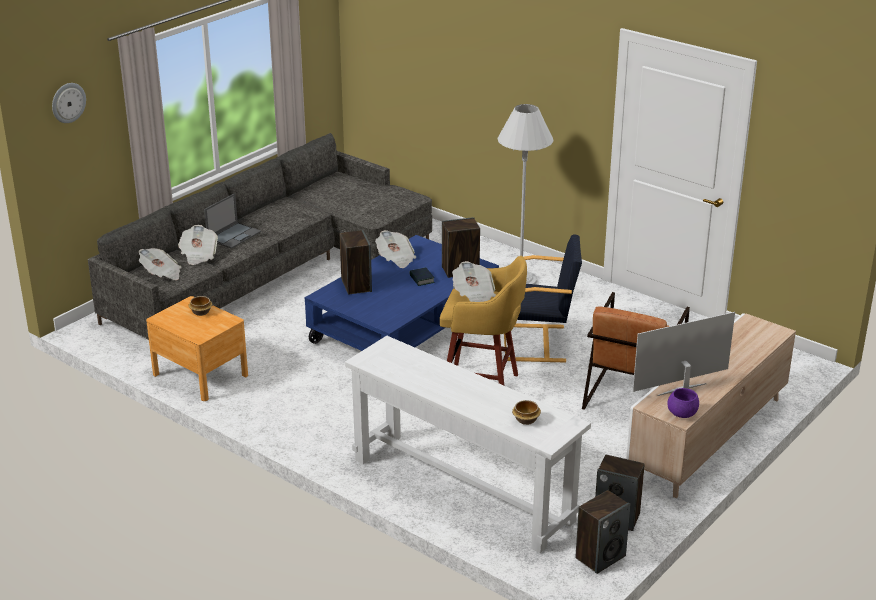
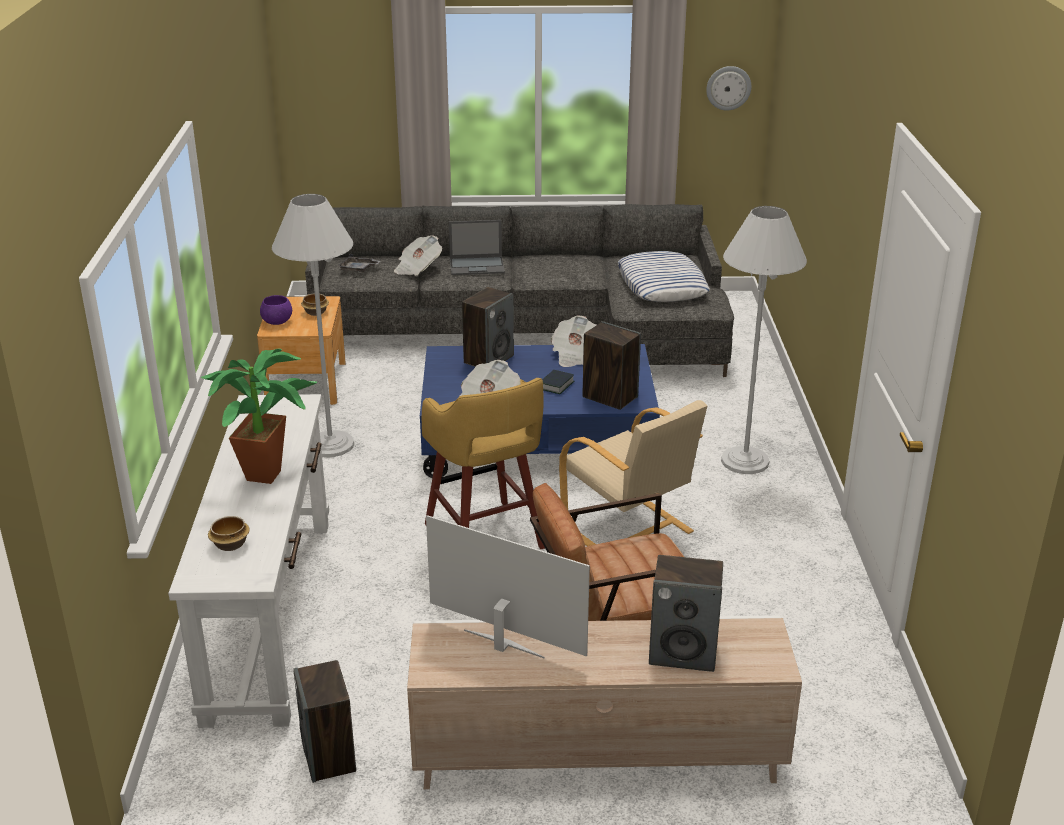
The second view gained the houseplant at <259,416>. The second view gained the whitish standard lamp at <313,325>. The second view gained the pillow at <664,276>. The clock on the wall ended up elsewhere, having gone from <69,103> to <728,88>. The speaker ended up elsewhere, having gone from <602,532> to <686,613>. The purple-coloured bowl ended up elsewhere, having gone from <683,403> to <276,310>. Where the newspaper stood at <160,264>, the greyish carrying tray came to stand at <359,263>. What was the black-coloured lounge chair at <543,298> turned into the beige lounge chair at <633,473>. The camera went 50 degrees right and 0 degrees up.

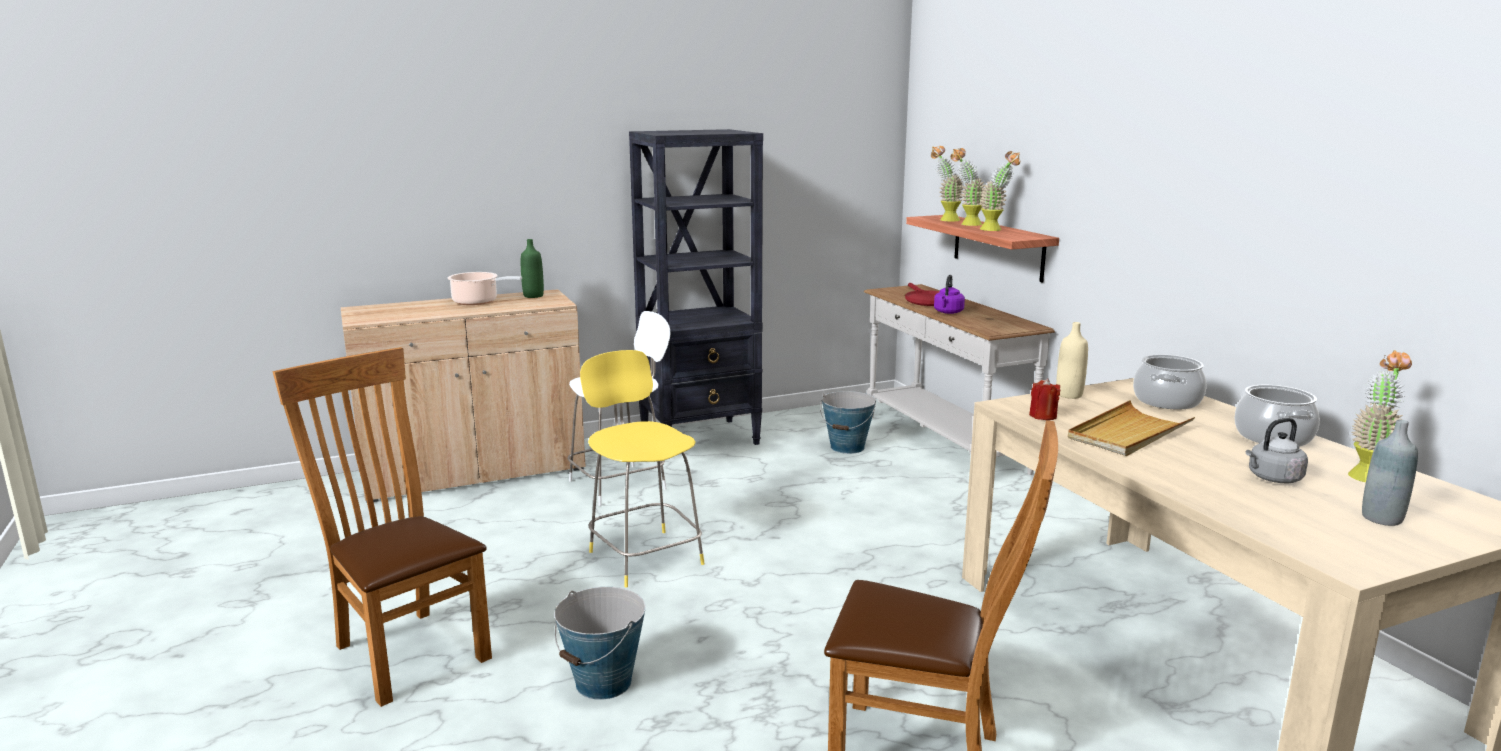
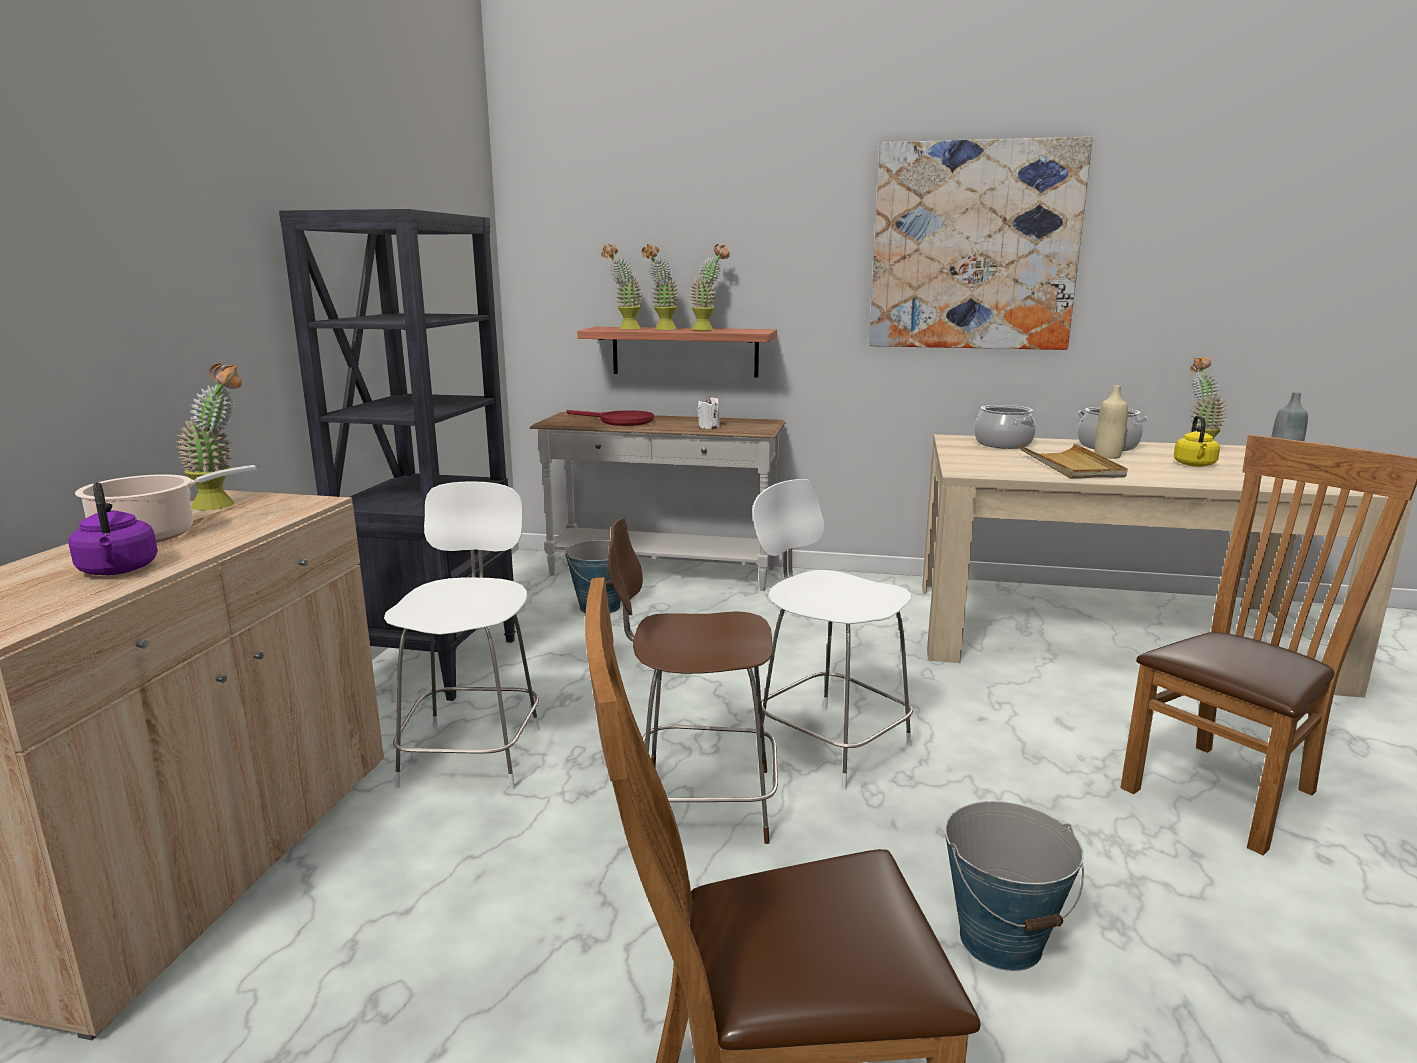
The second view lost the red candle at <1045,399>. The second view gained the whitish candle at <708,412>. The second view gained the whitish sitting stool at <832,634>. The second view gained the wall art at <981,243>. The purple-coloured tea kettle ended up elsewhere, having gone from <949,294> to <113,528>. The beige bottle ended up elsewhere, having gone from <1072,360> to <1111,422>. Where the green-coloured bottle stood at <532,268>, the houseplant came to stand at <209,437>. What was the yellow sitting stool at <642,469> turned into the brown-coloured sitting stool at <693,681>. What was the greyish tea kettle at <1277,450> turned into the yellow tea kettle at <1197,441>. The camera went 55 degrees left and 0 degrees up.

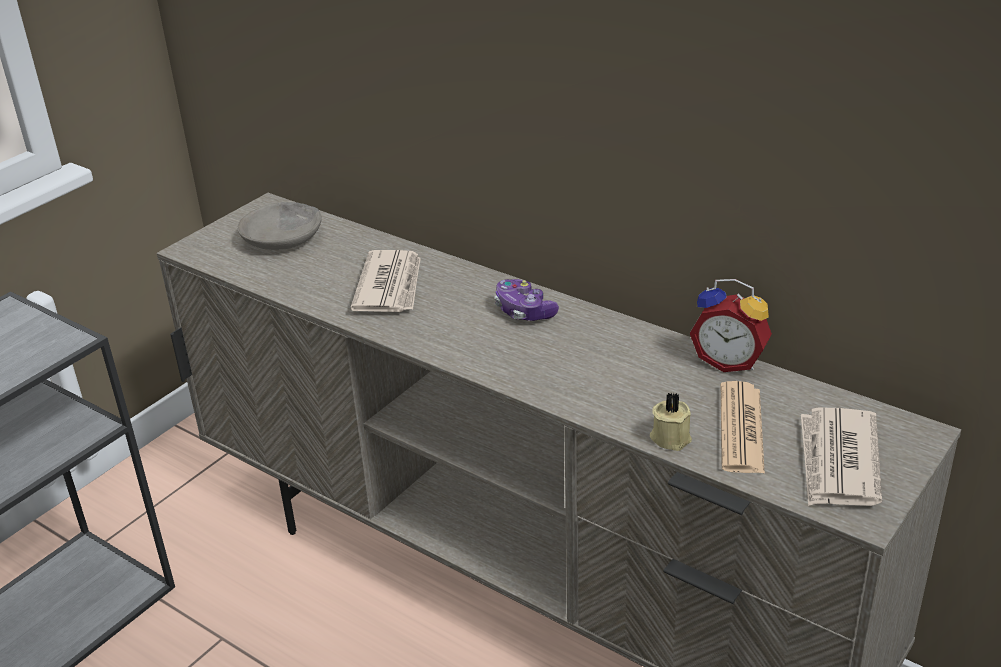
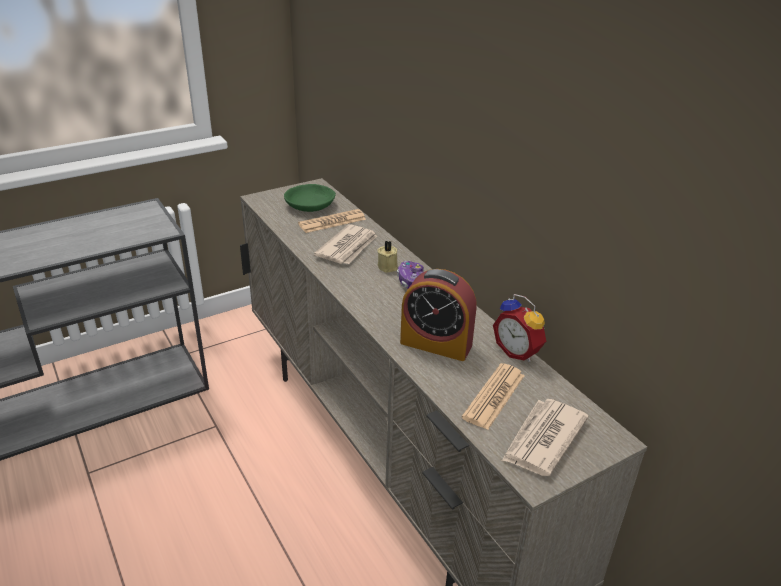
The second view gained the newspaper at <332,221>. The second view gained the table clock at <438,315>. The beige candle ended up elsewhere, having gone from <671,422> to <387,257>. What was the greyish bowl at <279,226> turned into the green-coloured bowl at <310,198>. The camera went 20 degrees right and 0 degrees up.

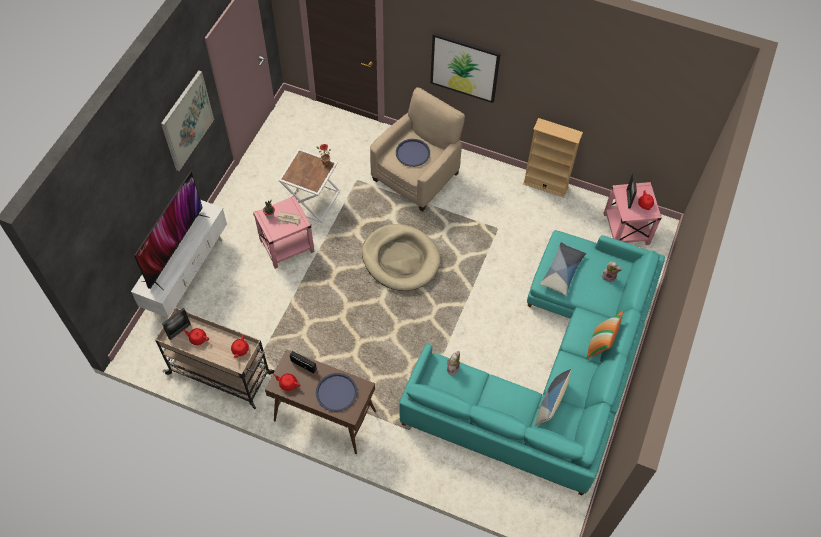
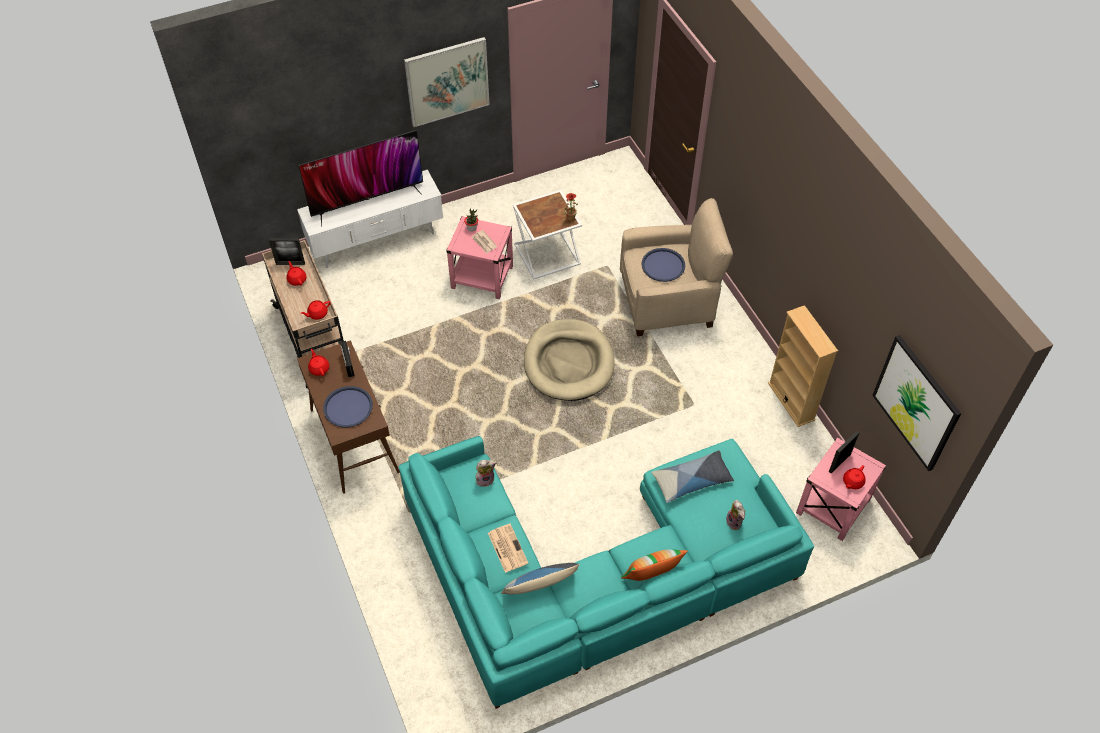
The second view gained the newspaper at <508,548>. The wall art ended up elsewhere, having gone from <465,68> to <916,403>. The camera went 45 degrees right and 5 degrees down.

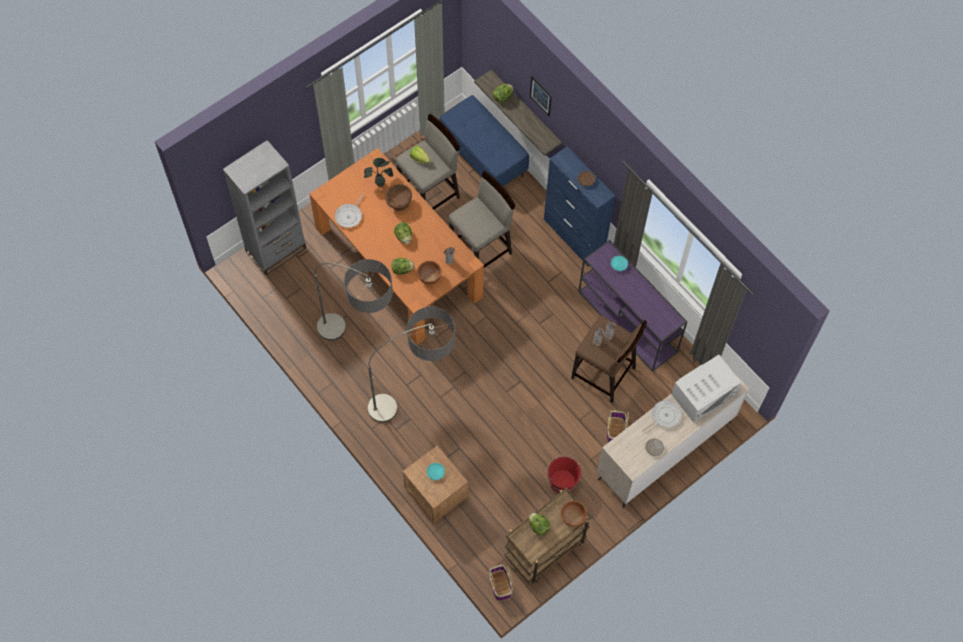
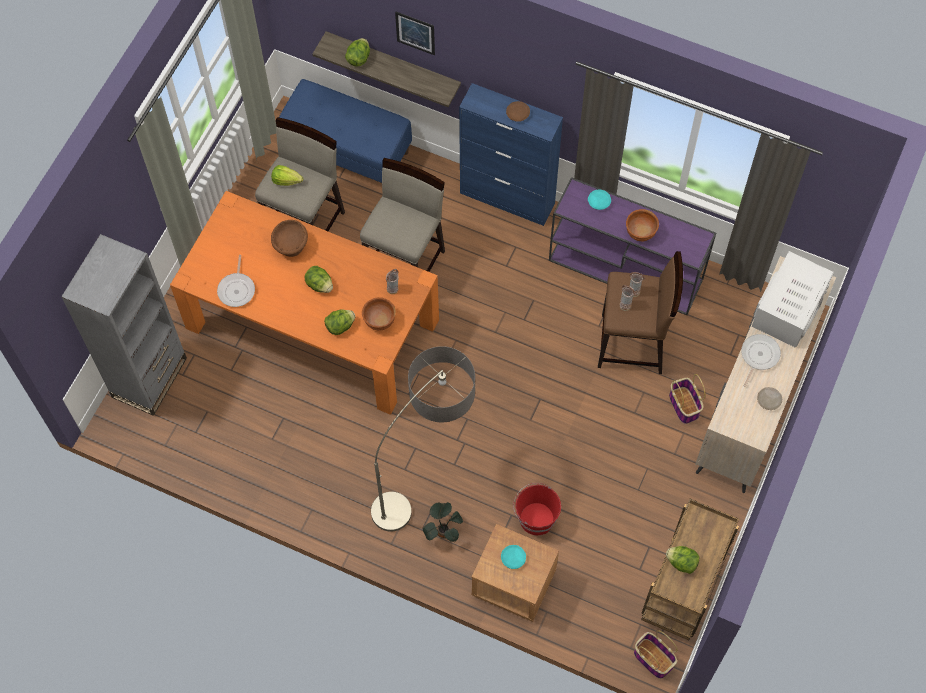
The second view lost the standard lamp at <353,300>. The houseplant ended up elsewhere, having gone from <378,172> to <443,522>. The red pail ended up elsewhere, having gone from <563,474> to <537,509>. The brown-coloured bowl ended up elsewhere, having gone from <574,513> to <642,225>. The camera went 25 degrees left and 0 degrees up.

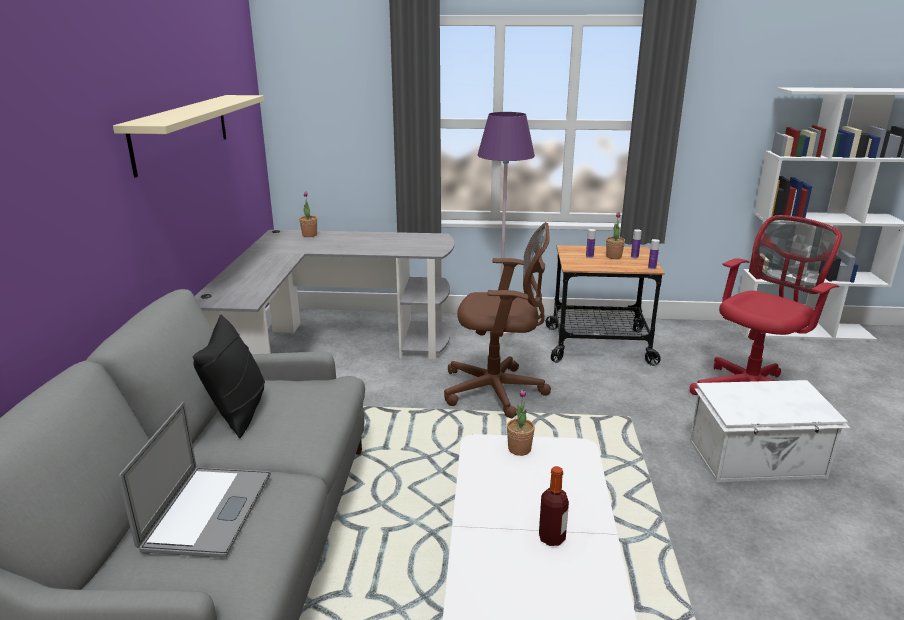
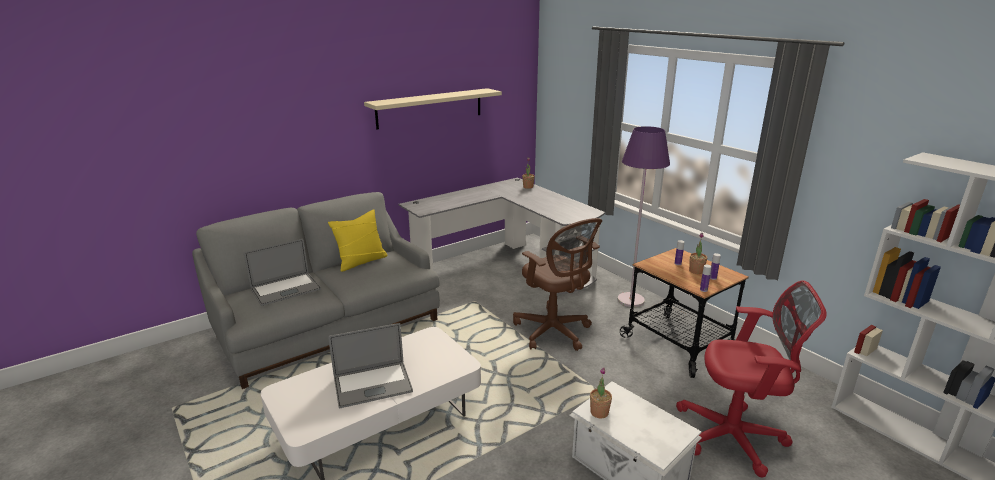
The houseplant ended up elsewhere, having gone from <521,422> to <601,393>. Where the bottle stood at <554,506>, the notebook computer came to stand at <370,366>. What was the black-coloured pillow at <229,376> turned into the yellow pillow at <358,241>. The camera went 50 degrees right and 0 degrees up.

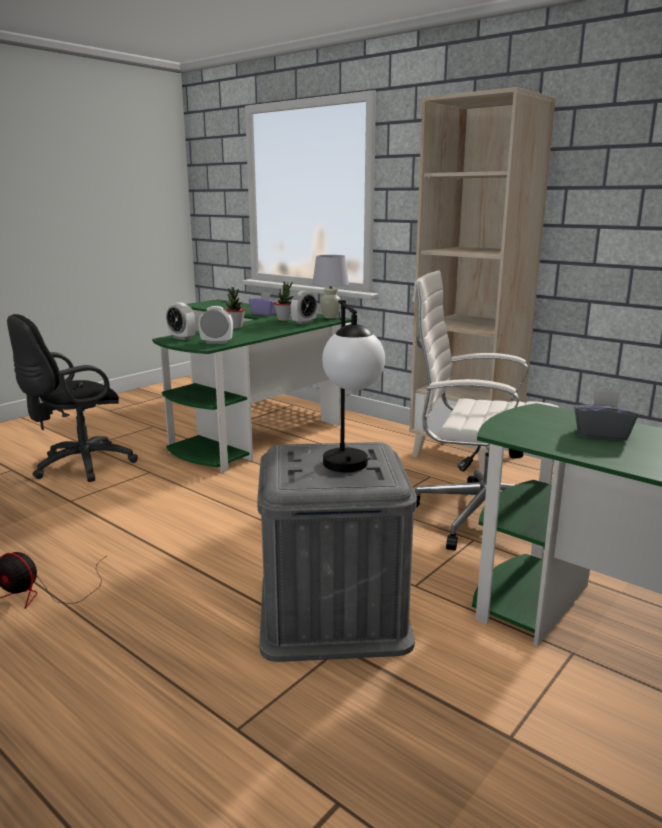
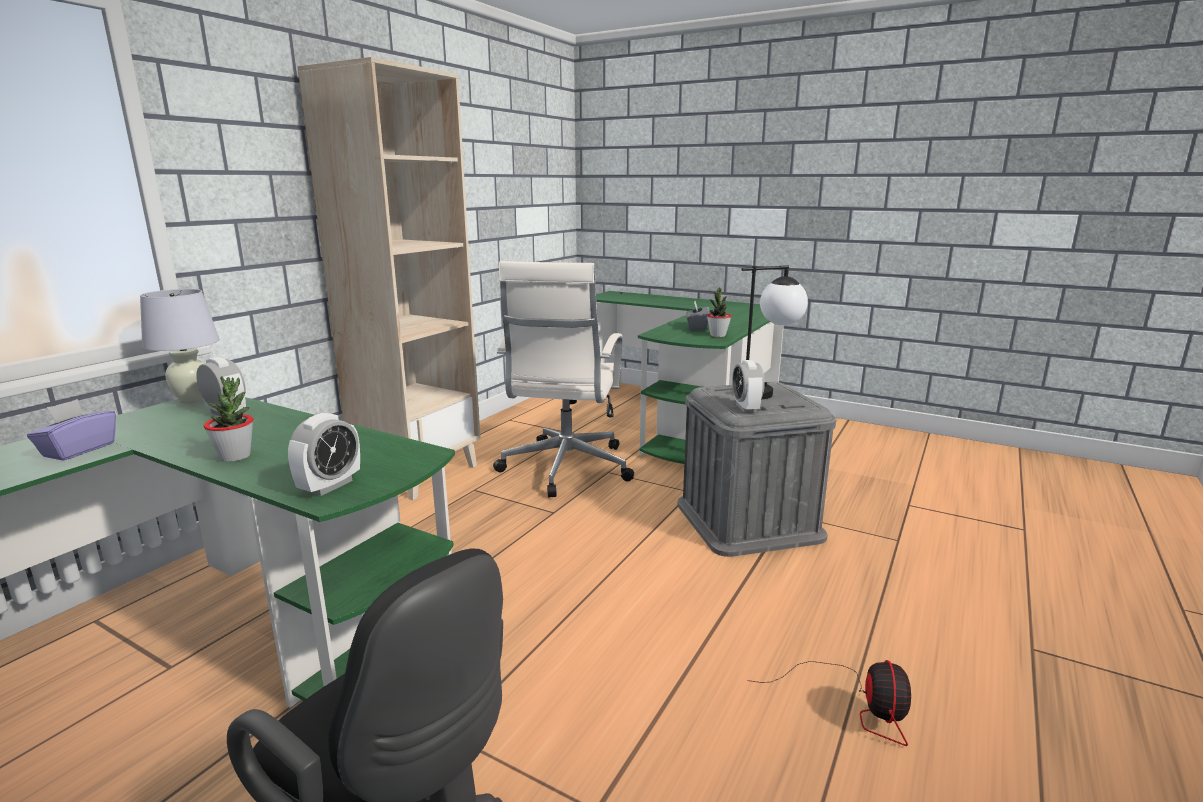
The table clock ended up elsewhere, having gone from <215,325> to <748,386>. The houseplant ended up elsewhere, having gone from <283,301> to <719,312>. The camera went 100 degrees left and 0 degrees up.

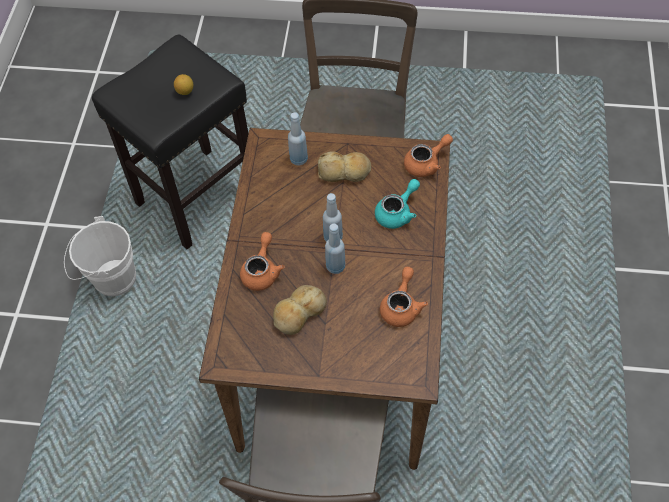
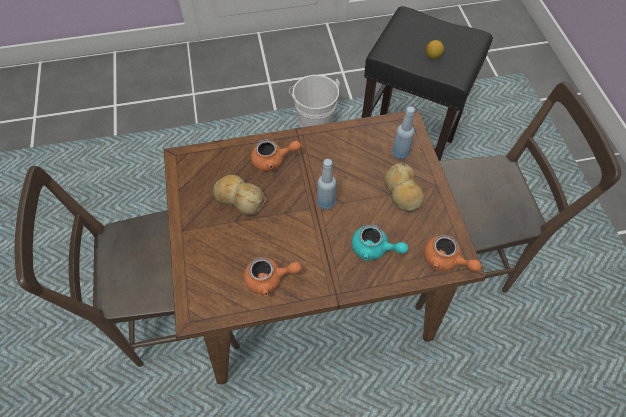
The second view lost the blue-coloured bottle at <335,248>. The camera went 70 degrees right and 0 degrees up.

